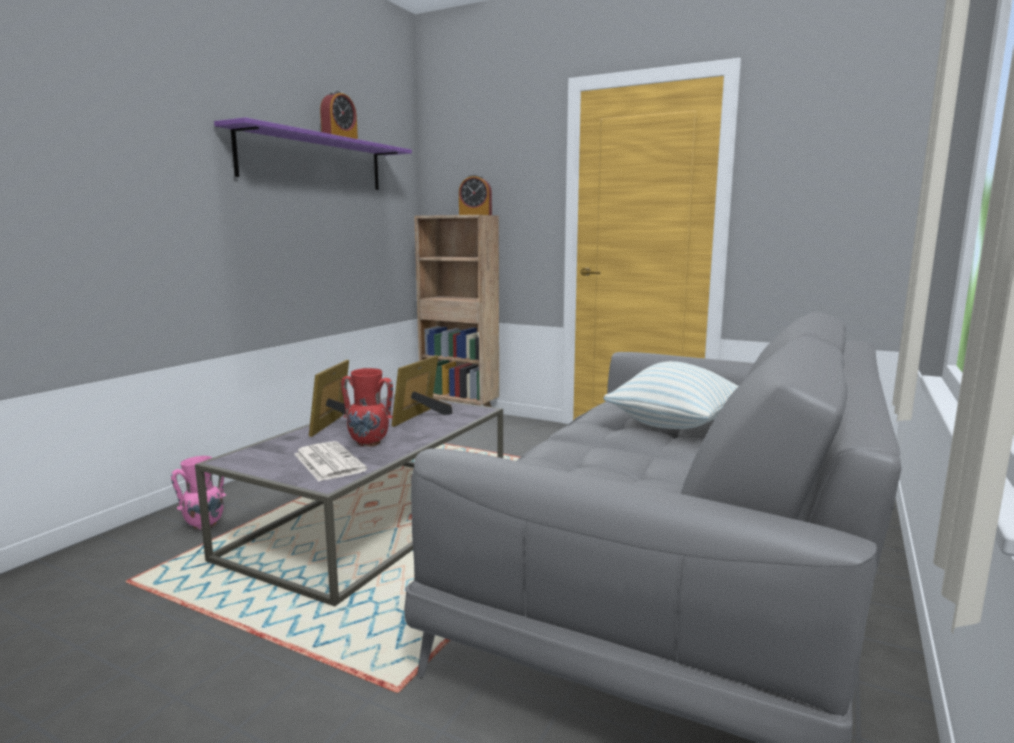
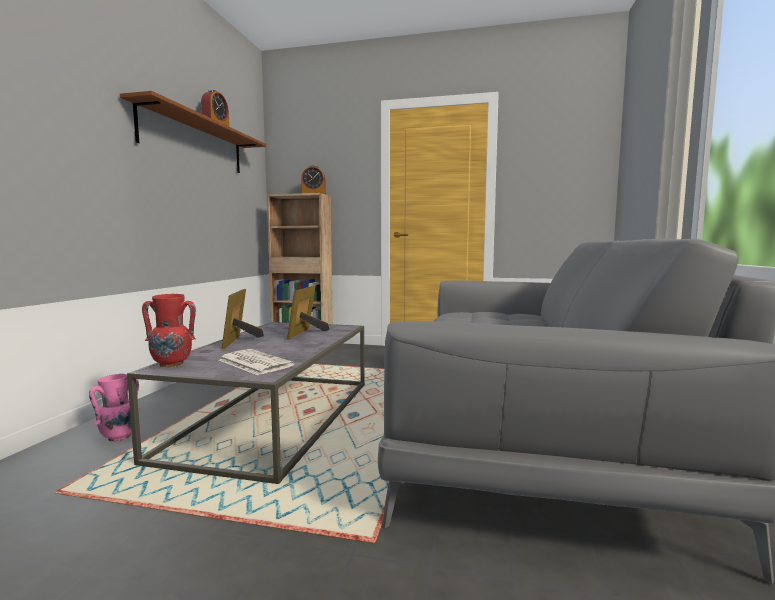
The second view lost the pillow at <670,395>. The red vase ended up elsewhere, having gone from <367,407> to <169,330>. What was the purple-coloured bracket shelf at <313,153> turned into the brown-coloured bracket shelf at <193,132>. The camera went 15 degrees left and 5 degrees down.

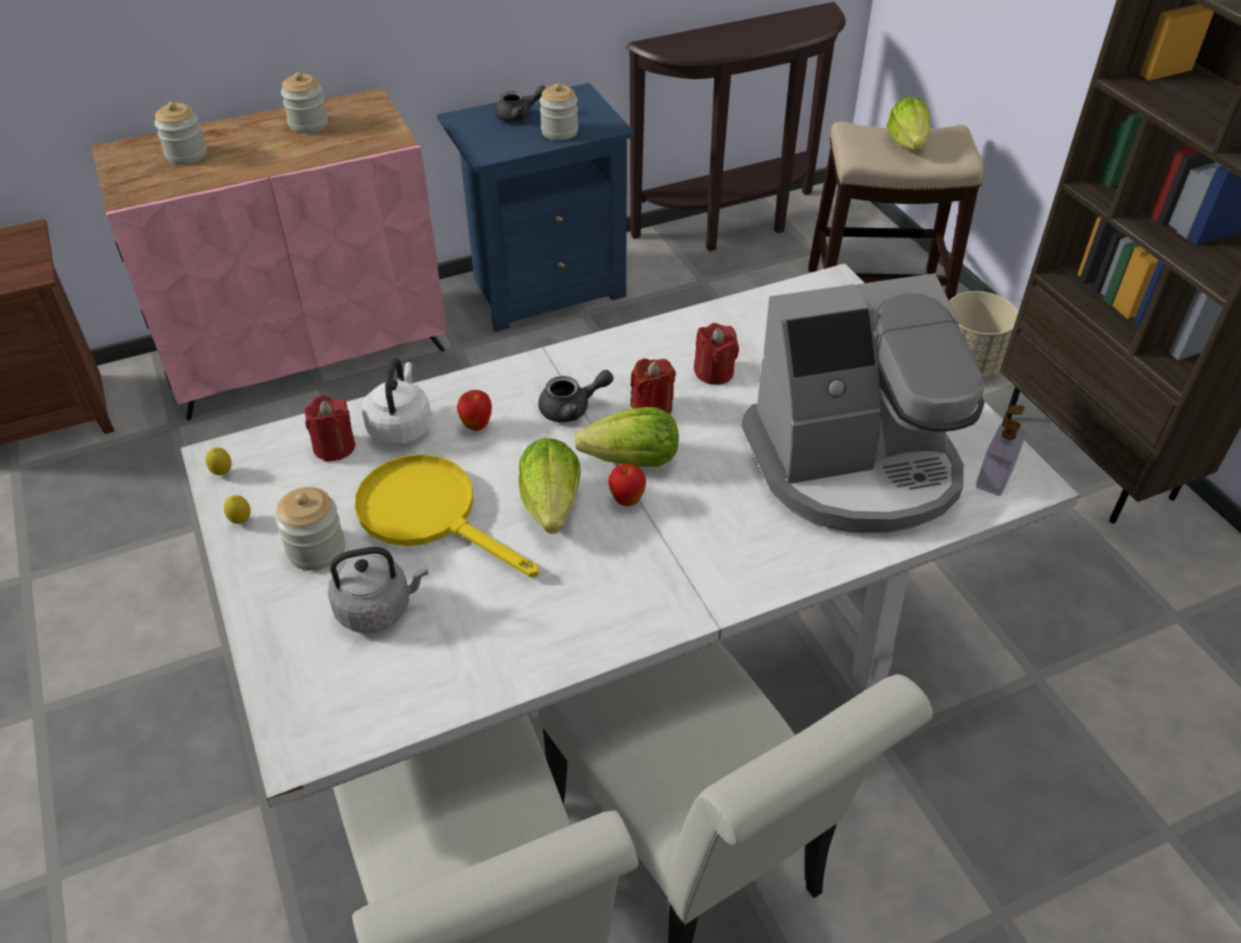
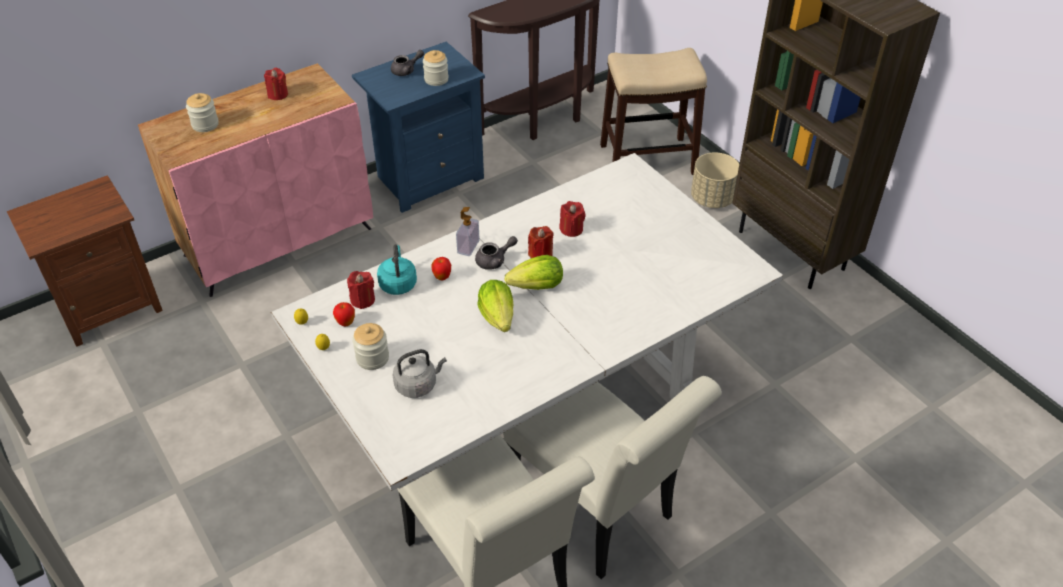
The second view lost the yellow pan at <447,515>. The second view lost the coffee brewer at <863,403>. The second view lost the lettuce head at <908,123>. The whole apple ended up elsewhere, having gone from <627,485> to <344,314>. The liquid soap bottle ended up elsewhere, having gone from <1001,450> to <468,231>. Where the preserve jar stood at <304,102>, the red candle came to stand at <276,84>. What was the whitish tea kettle at <396,401> turned into the turquoise tea kettle at <397,269>. The camera went 10 degrees left and 0 degrees up.

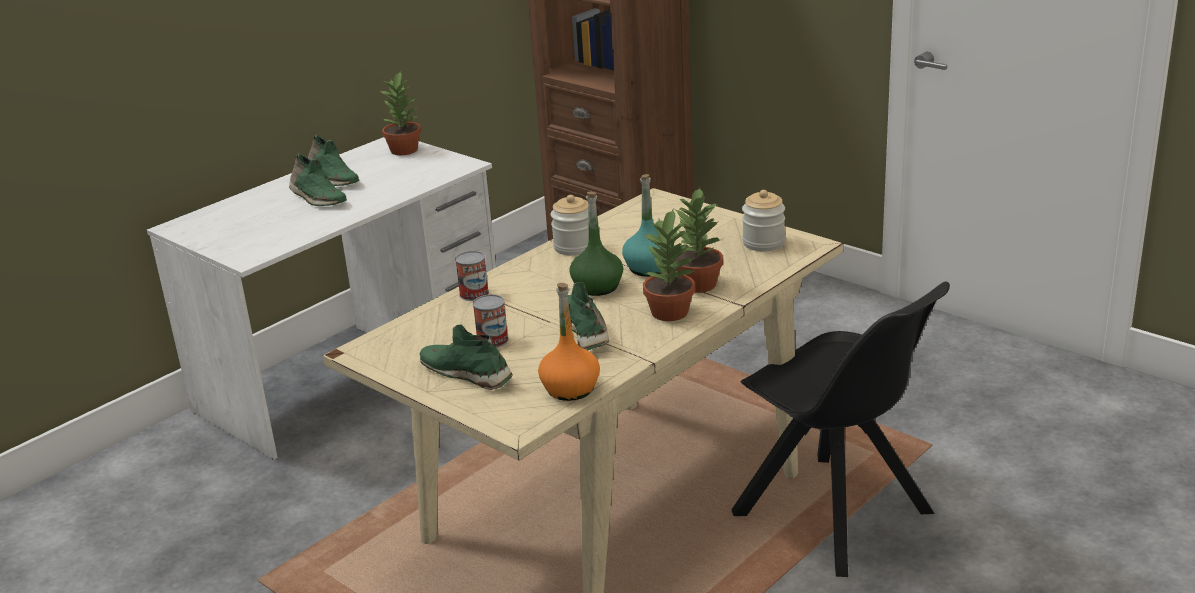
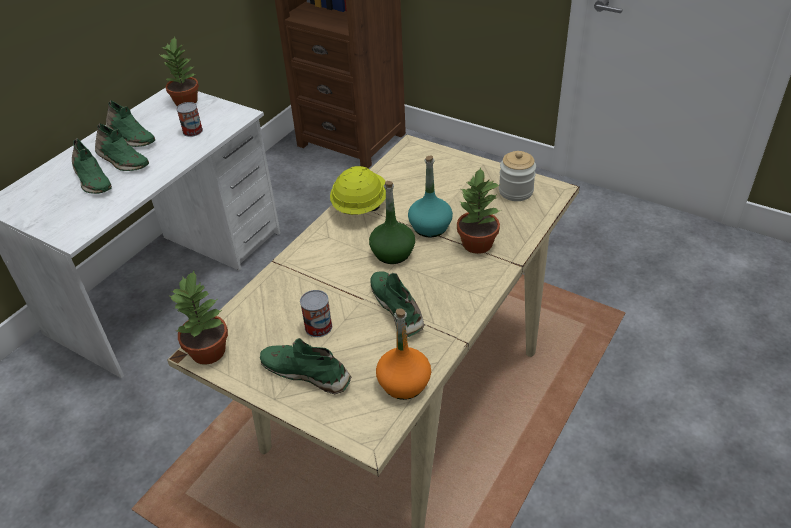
The second view lost the black-coloured chair at <840,429>. The second view gained the green-coloured item of footwear at <92,166>. The can ended up elsewhere, having gone from <472,276> to <189,119>. The houseplant ended up elsewhere, having gone from <669,264> to <198,317>. Where the preserve jar stood at <570,225>, the yellow safety helmet came to stand at <358,190>. The camera went 10 degrees left and 15 degrees up.

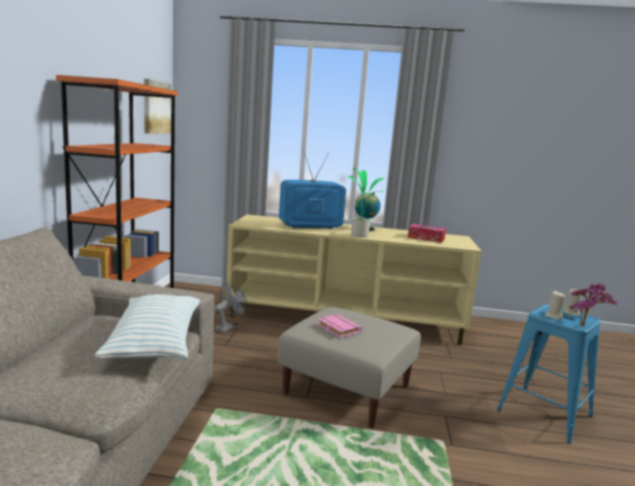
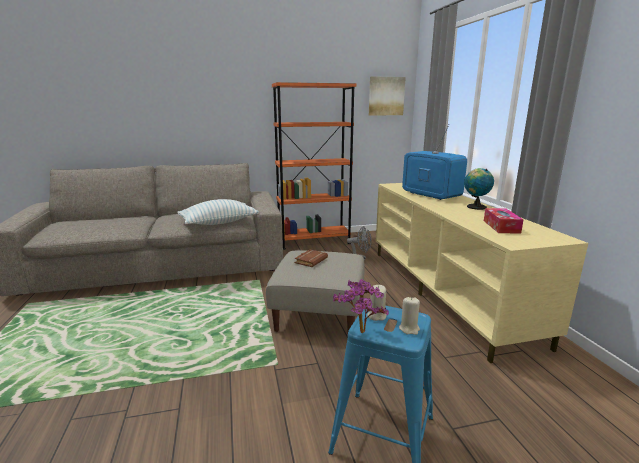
The second view lost the houseplant at <367,203>. What was the pinkish volume at <339,326> turned into the brown-coloured volume at <311,258>. The camera went 70 degrees right and 5 degrees up.

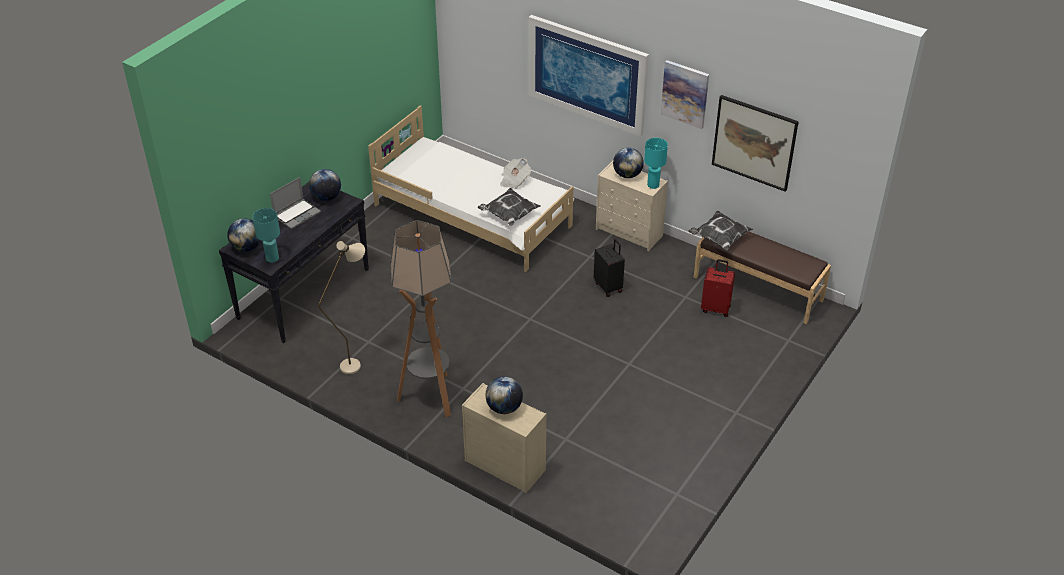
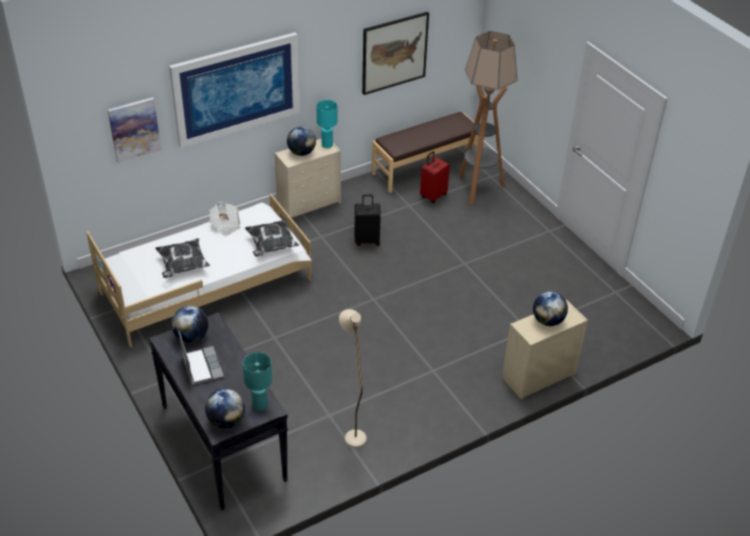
The standard lamp ended up elsewhere, having gone from <421,318> to <488,117>. The wall art ended up elsewhere, having gone from <685,94> to <134,130>. The pillow ended up elsewhere, having gone from <720,230> to <182,258>. The camera went 65 degrees left and 0 degrees up.

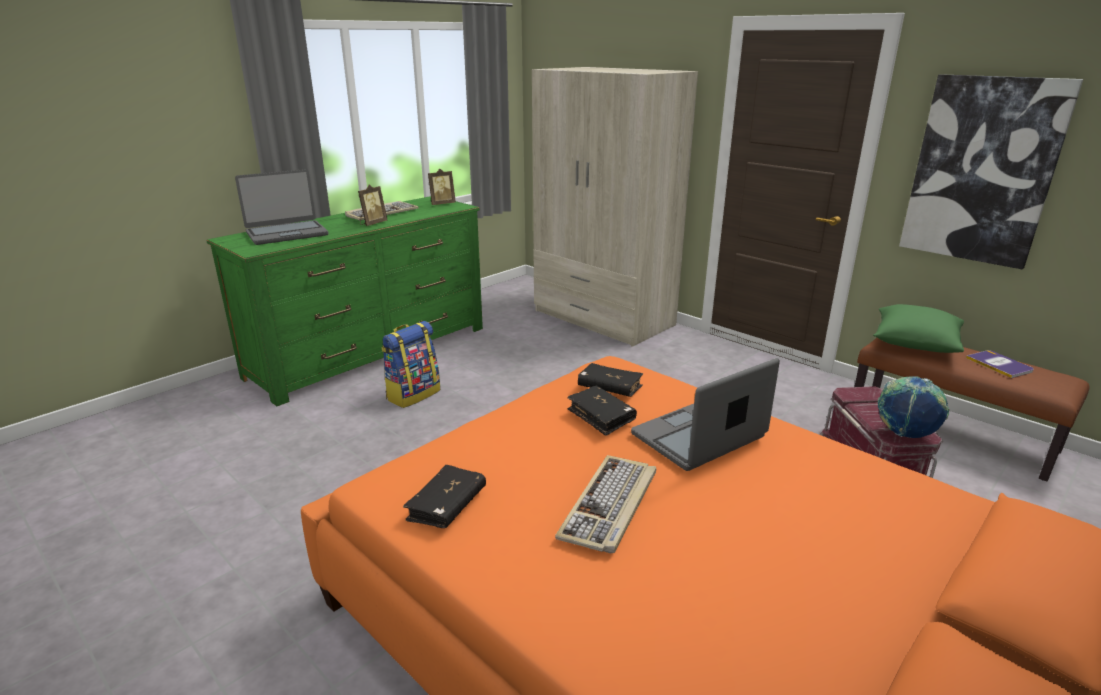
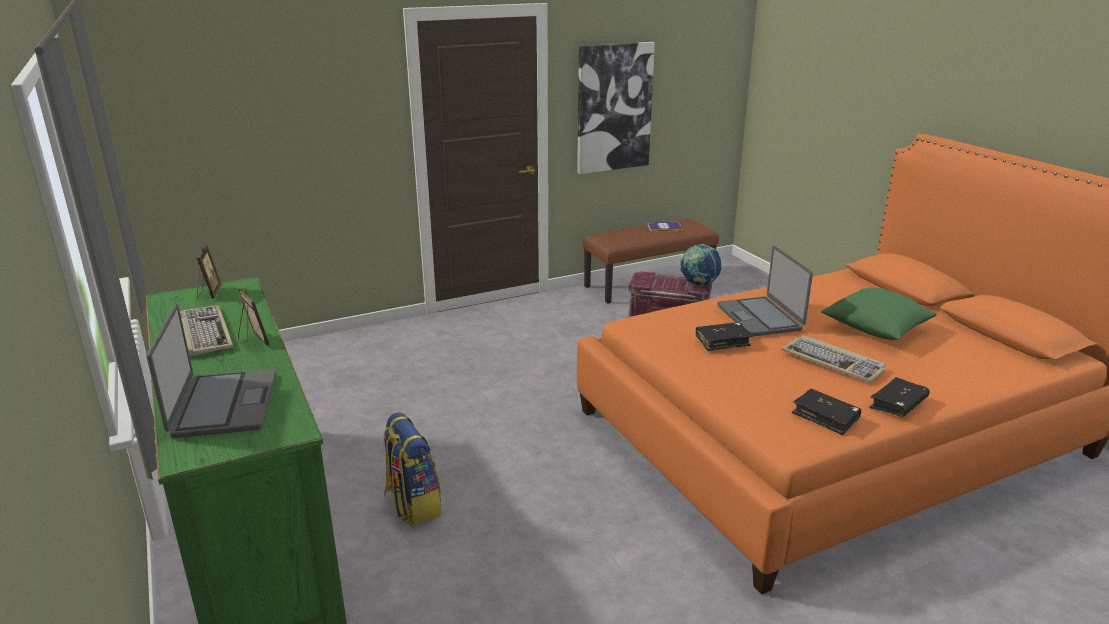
The second view lost the beige wardrobe at <615,207>. The black-coloured volume ended up elsewhere, having gone from <610,380> to <899,397>. The green-coloured pillow ended up elsewhere, having gone from <918,328> to <879,314>. The camera went 70 degrees left and 0 degrees up.

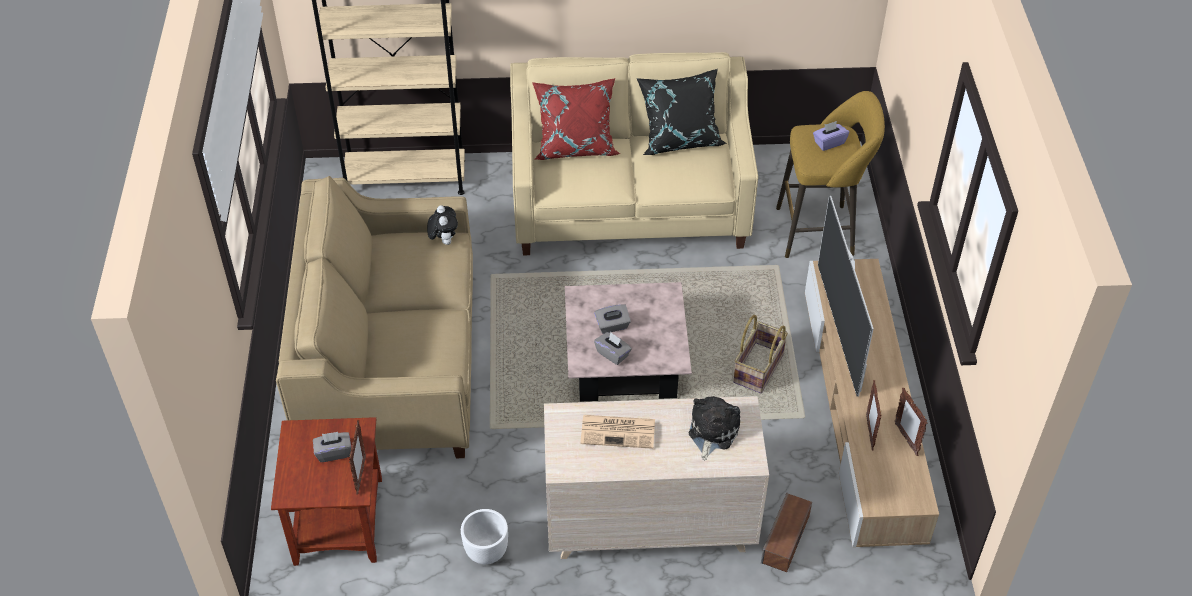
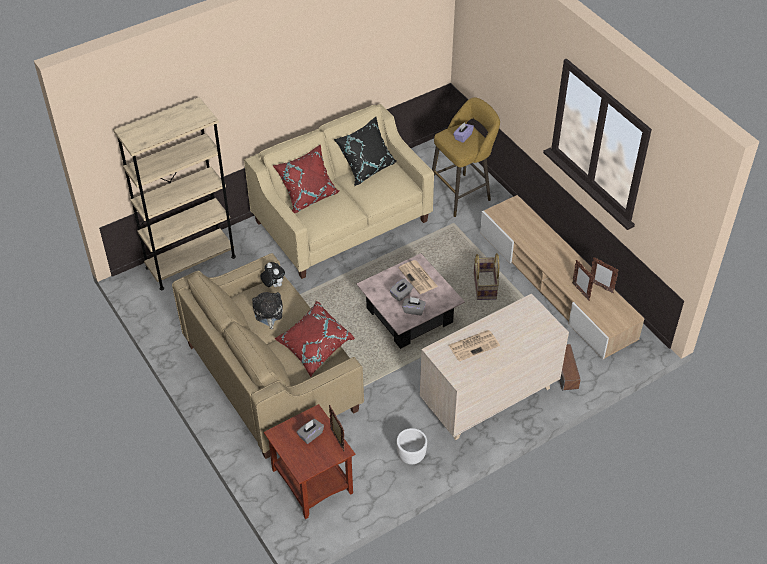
The second view lost the TV set at <846,296>. The second view gained the red pillow at <314,339>. The second view gained the newspaper at <418,277>. The soft toy ended up elsewhere, having gone from <714,428> to <267,310>. The camera went 30 degrees left and 0 degrees up.

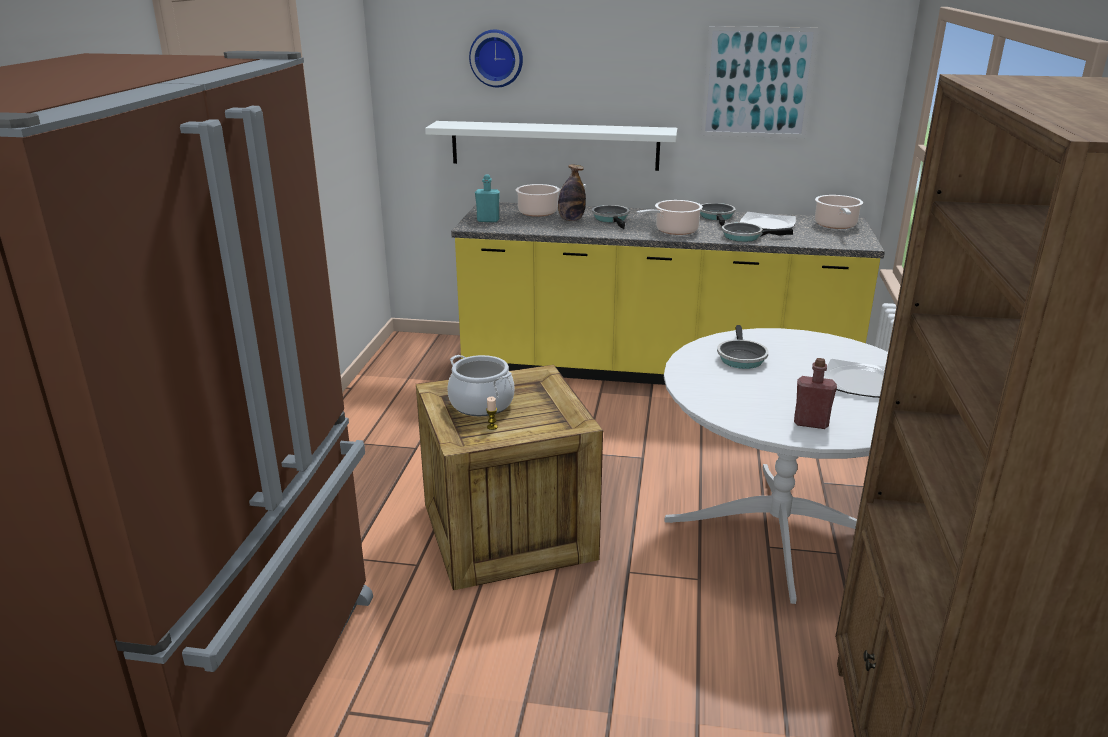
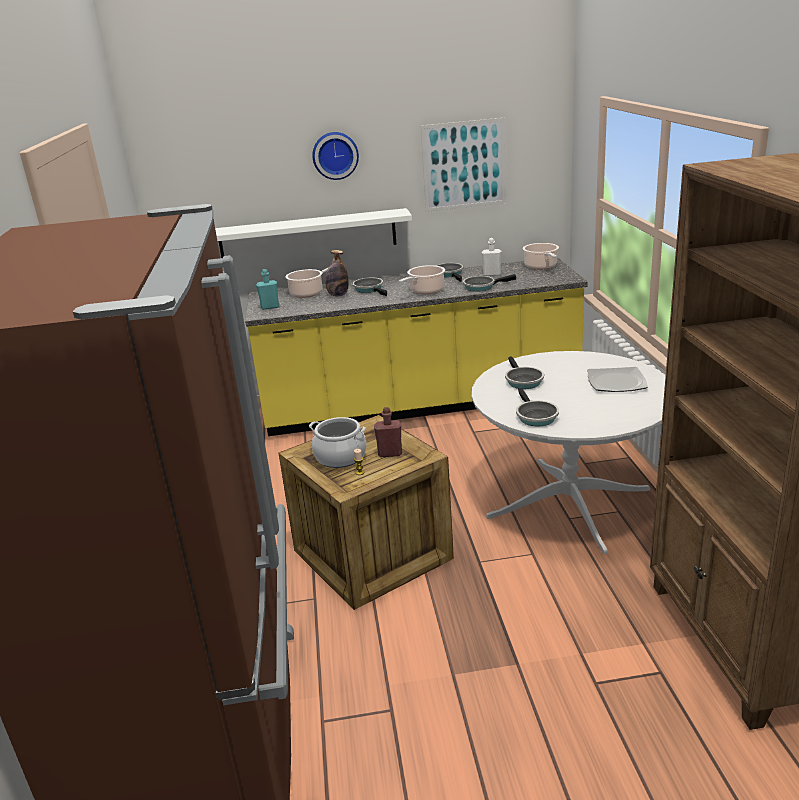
The second view gained the pan at <537,407>. The clock on the wall ended up elsewhere, having gone from <496,58> to <335,156>. The red bottle ended up elsewhere, having gone from <815,393> to <388,432>. Where the dinner plate stood at <768,221>, the whitish bottle came to stand at <491,257>. The camera went 15 degrees left and 0 degrees up.

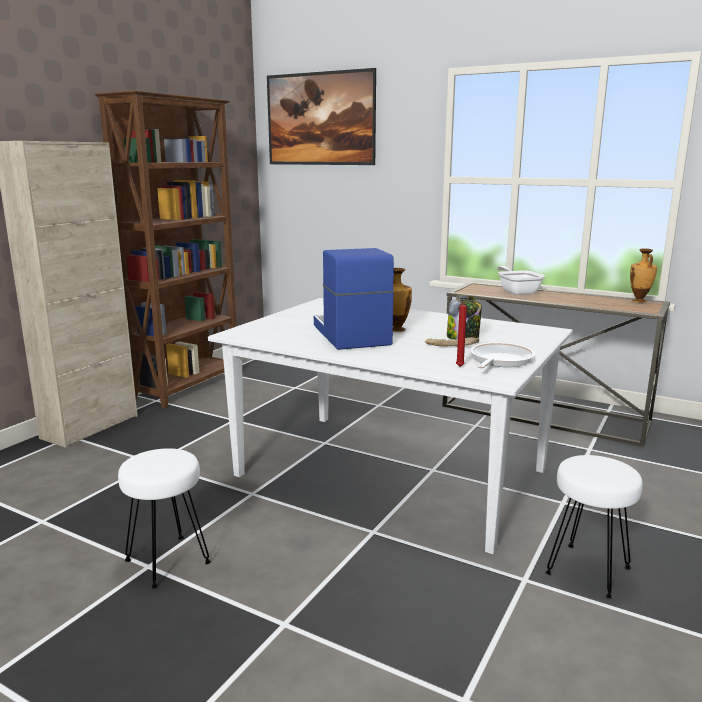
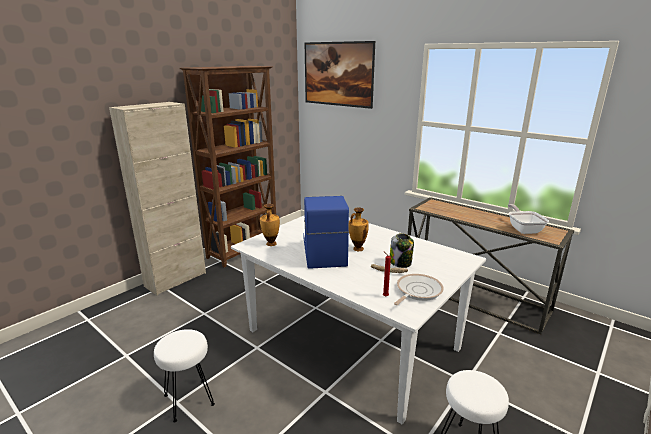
The pan ended up elsewhere, having gone from <521,280> to <528,219>. The vase ended up elsewhere, having gone from <643,275> to <270,225>. The camera went 10 degrees right and 5 degrees up.

